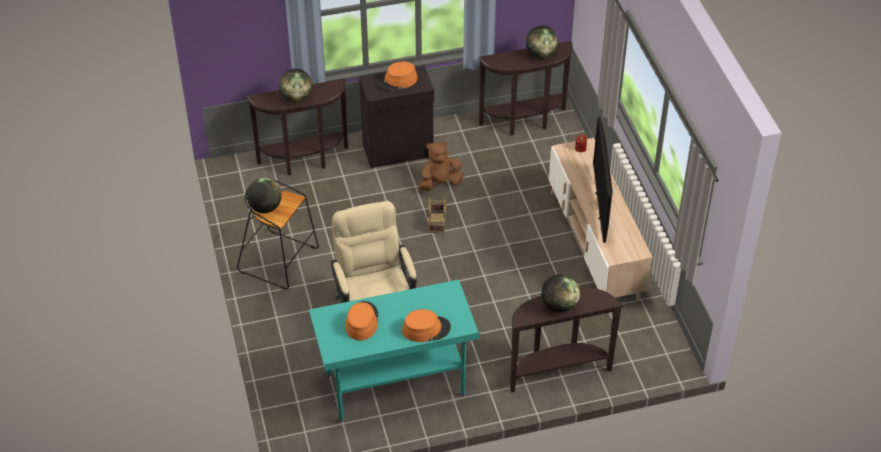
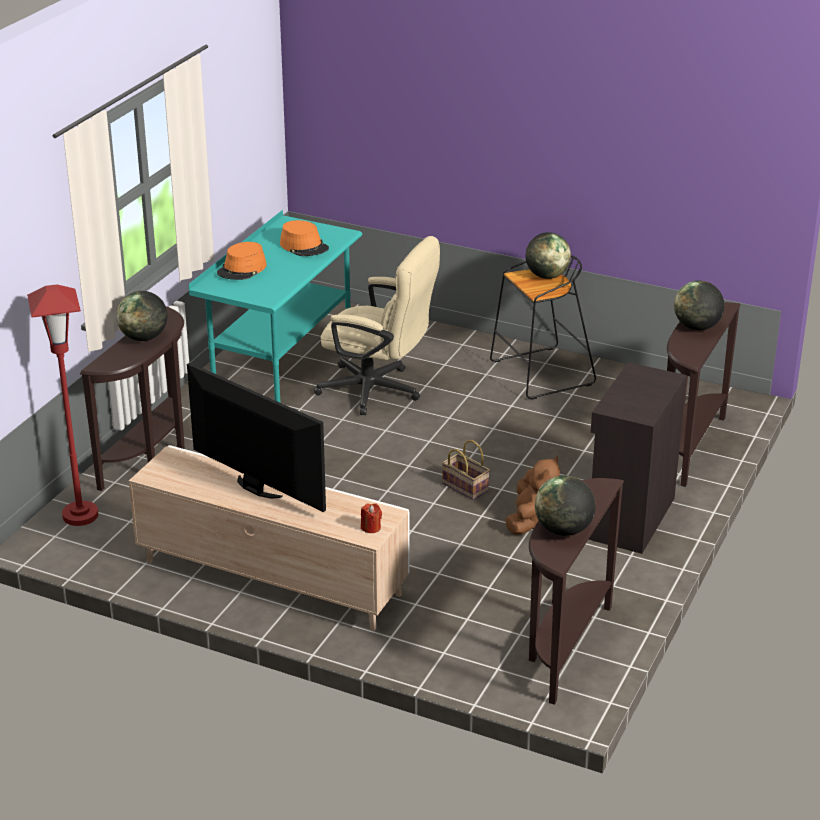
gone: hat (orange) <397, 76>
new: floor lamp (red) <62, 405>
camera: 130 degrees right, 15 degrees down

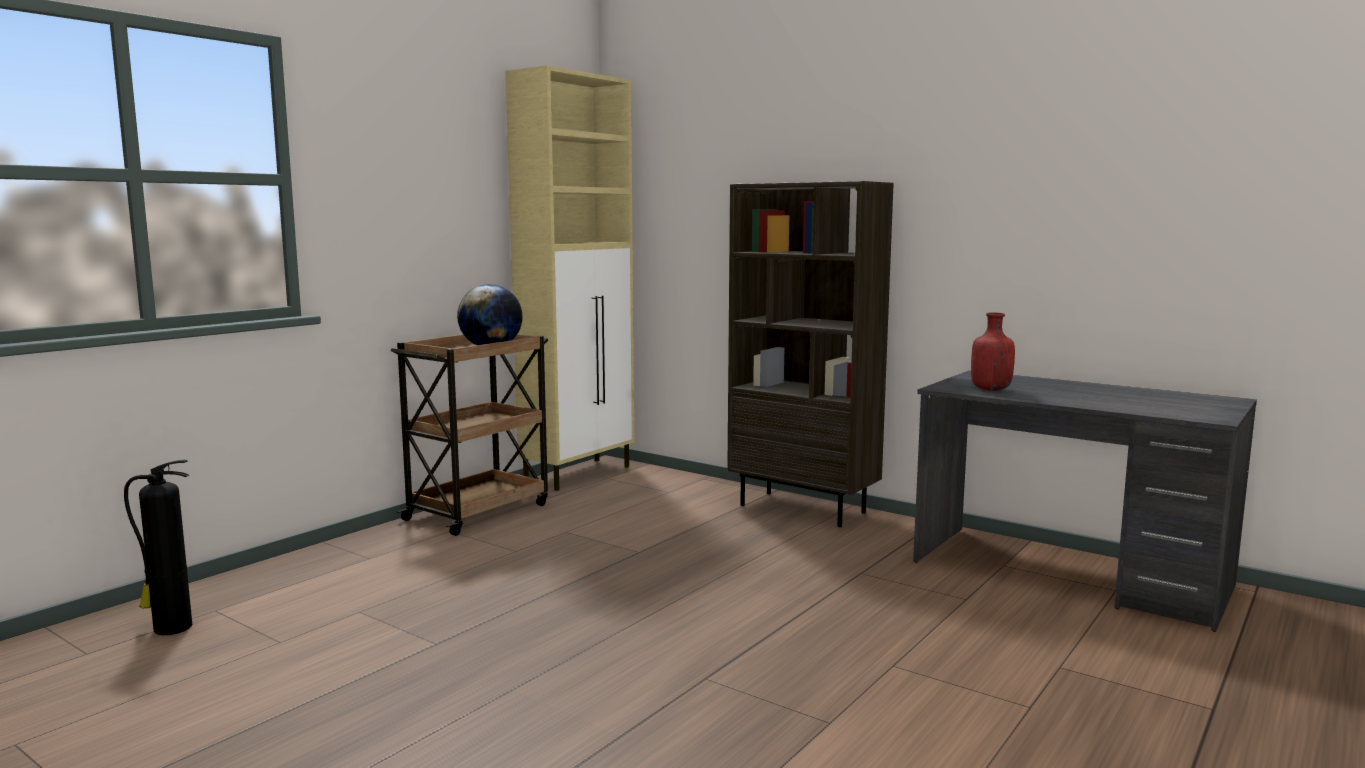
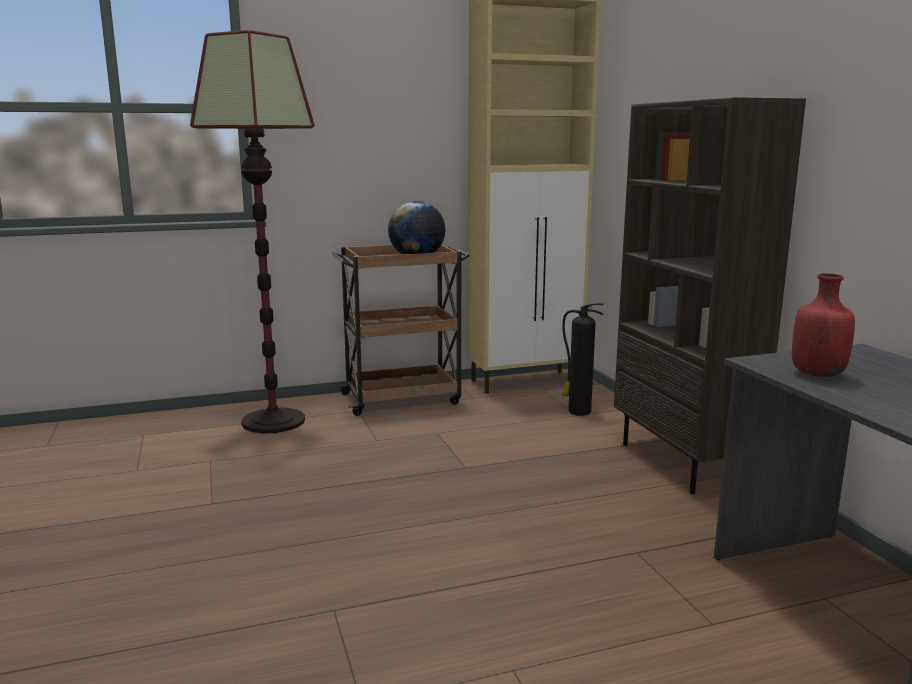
new: floor lamp <252, 232>
shifted: fire extinguisher <158, 547> to <583, 359>
camera: 35 degrees right, 5 degrees up

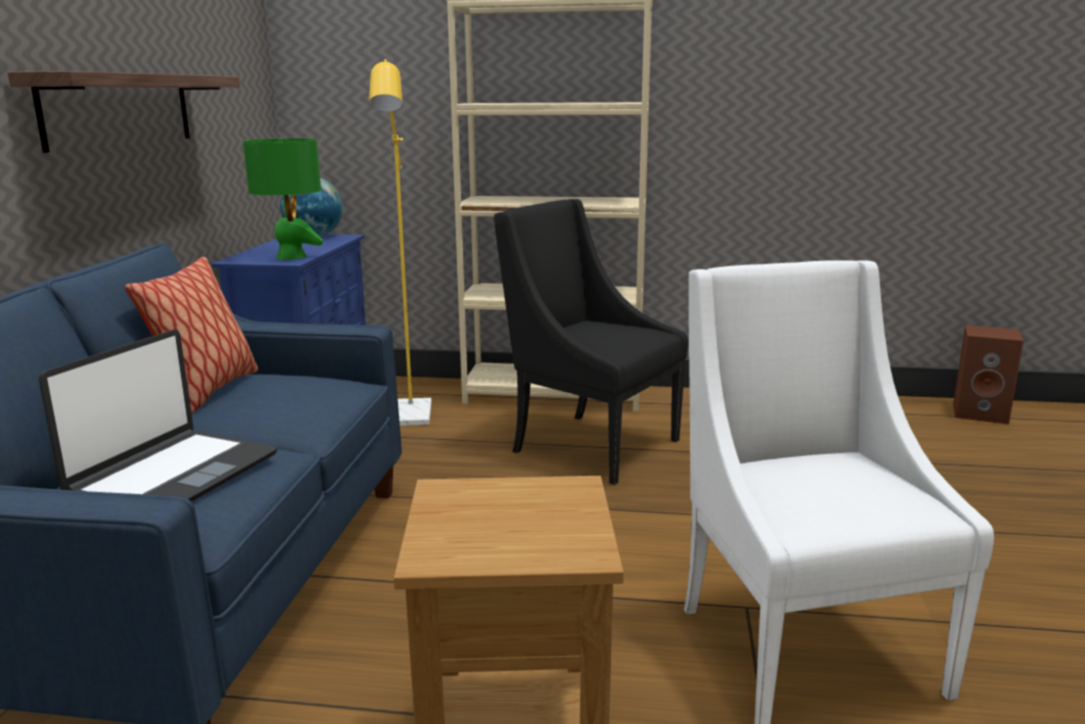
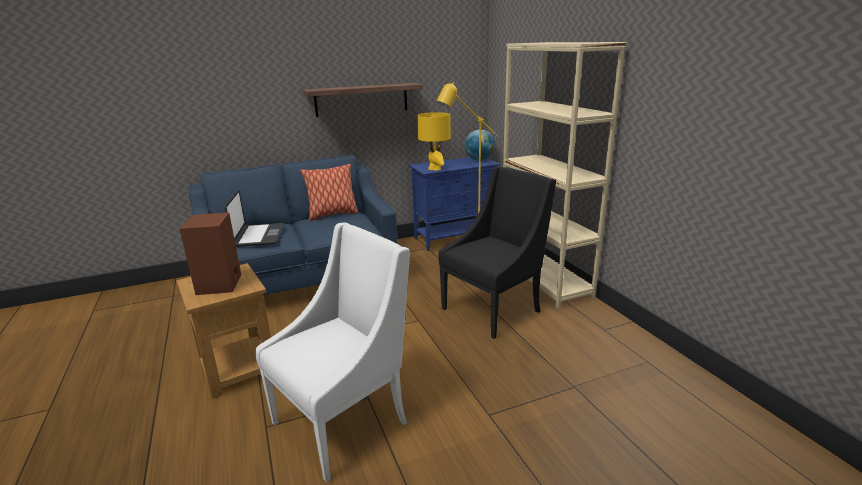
shifted: speaker (brown) <988, 375> to <210, 254>
repainted: table lamp (green) <283, 199> to table lamp (yellow) <434, 141>
rotated: armchair (black) <591, 342> = <497, 252> 45 degrees clockwise; laptop <158, 416> = <254, 218> 90 degrees counterclockwise
camera: 60 degrees right, 5 degrees up

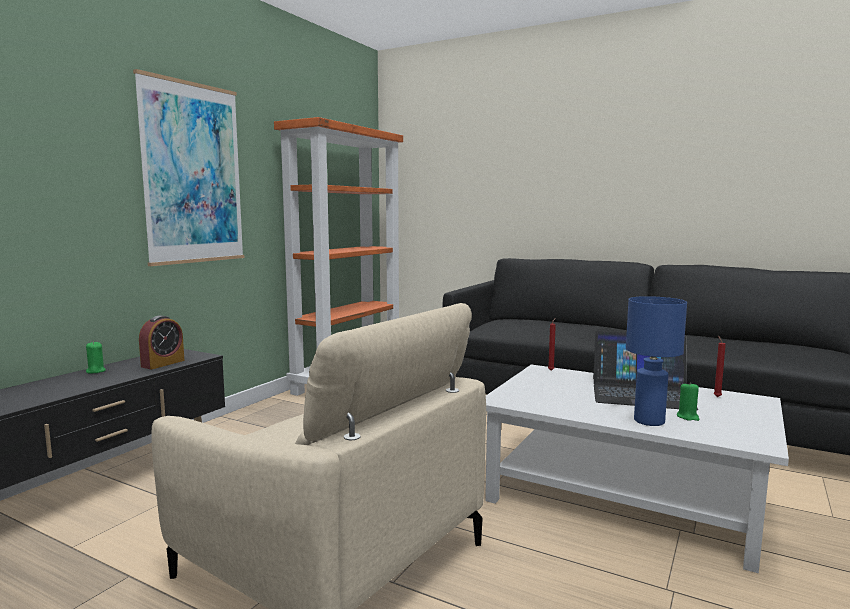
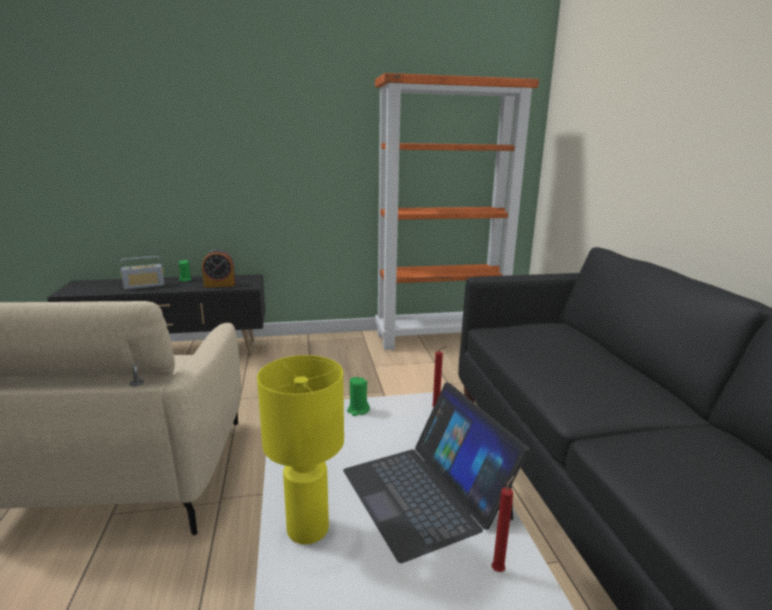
gone: picture <188, 167>
new: radio <141, 272>
shifted: candle (green) <688, 401> to <358, 396>
repainted: table lamp (blue) <656, 361> to table lamp (yellow) <300, 449>
camera: 50 degrees right, 10 degrees up

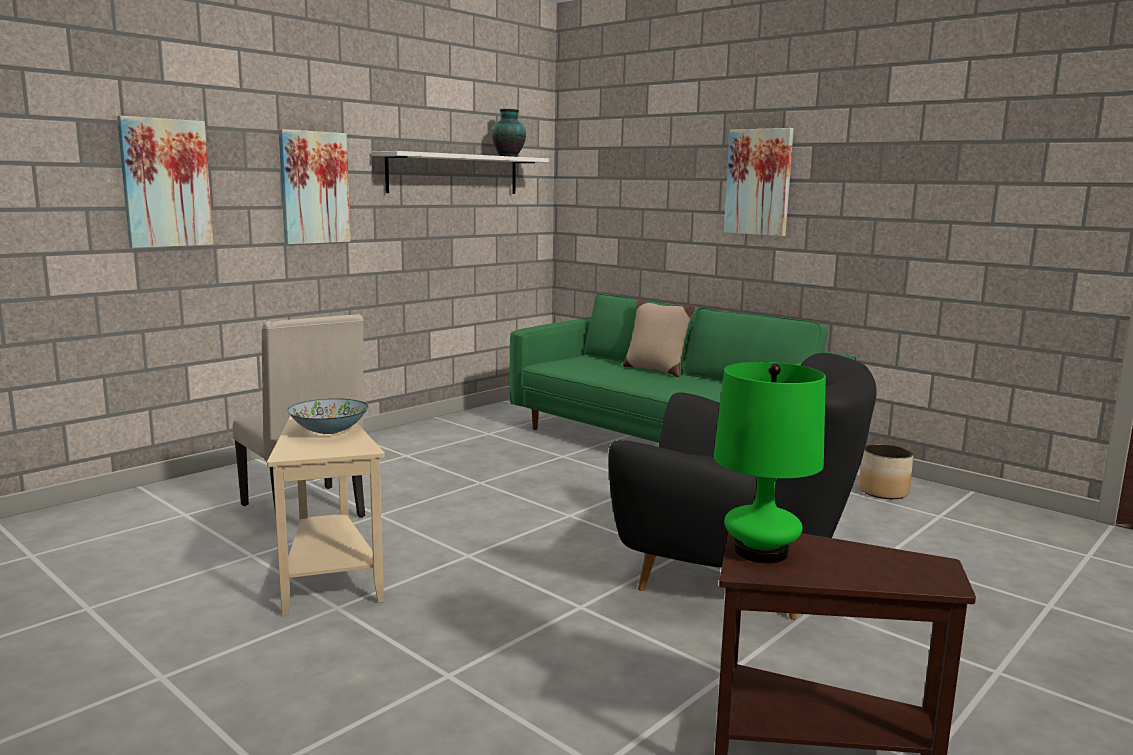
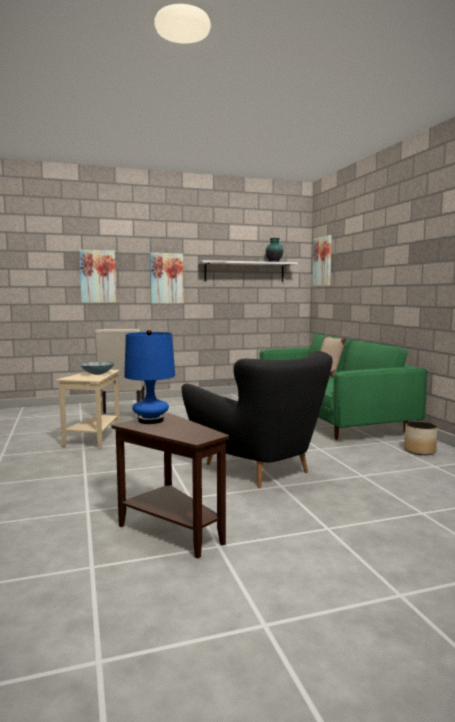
shifted: picture <759, 182> to <322, 260>
repainted: table lamp (green) <769, 462> to table lamp (blue) <149, 377>
camera: 30 degrees right, 5 degrees down

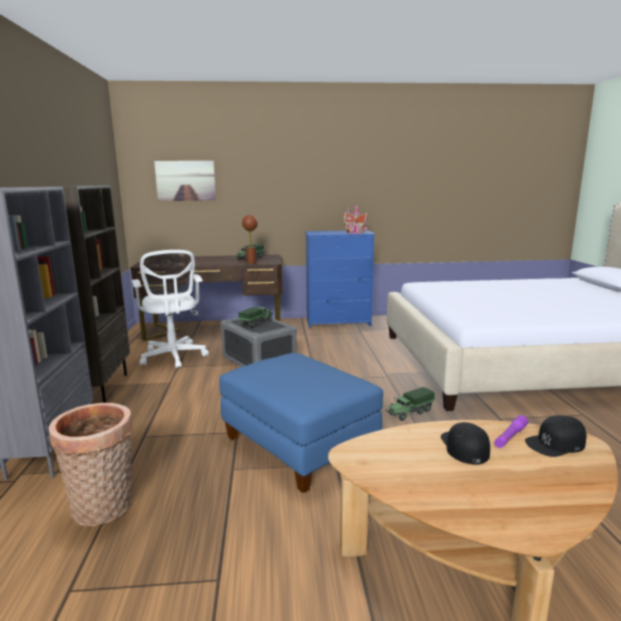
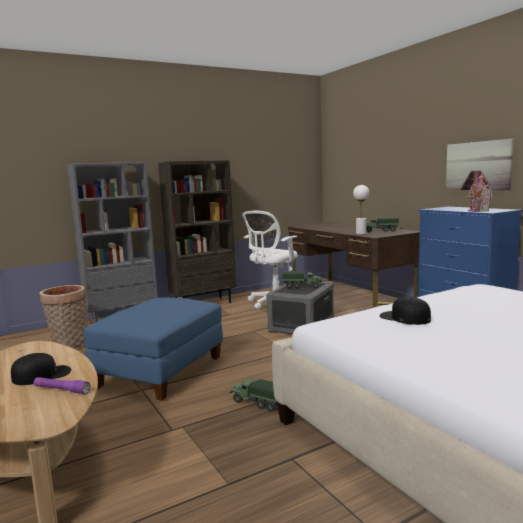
shifted: picture <185, 181> to <479, 164>; cap (black) <555, 436> to <405, 311>
repainted: table lamp (brown) <250, 239> to table lamp (white) <361, 210>
camera: 65 degrees right, 5 degrees down

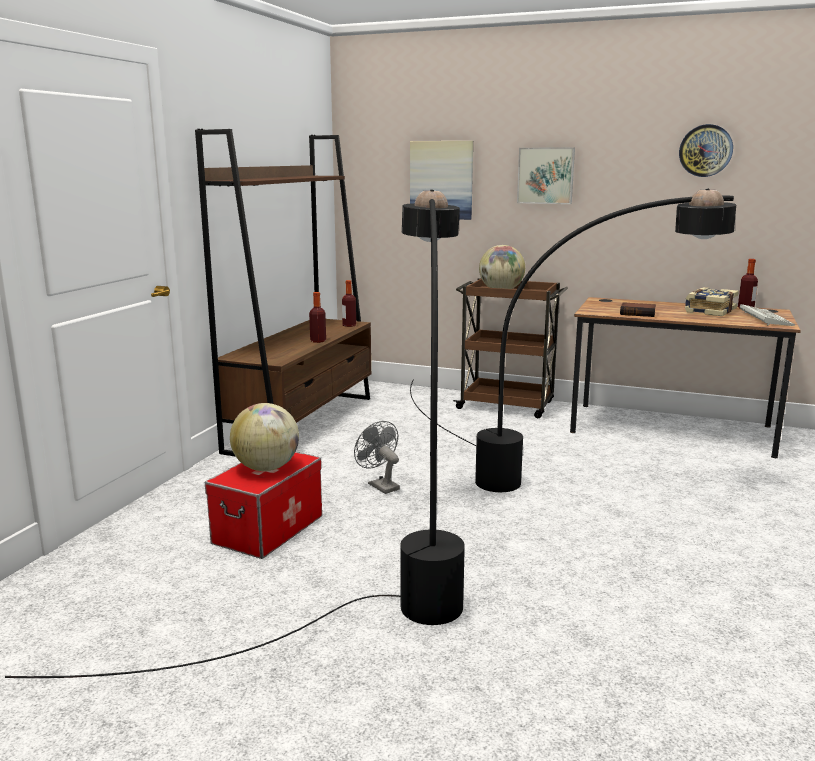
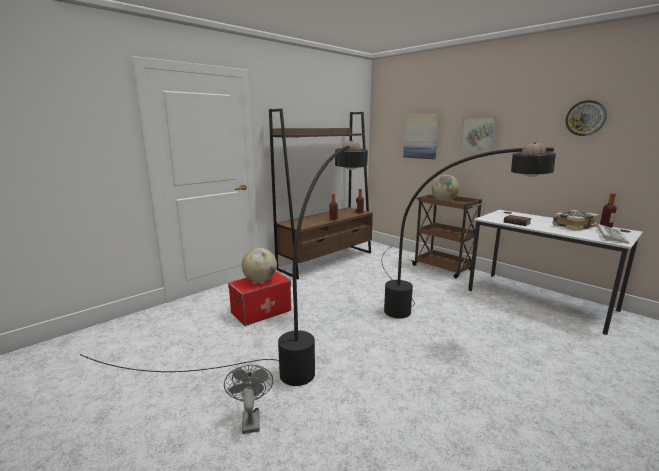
shifted: fan (grey) <377, 457> to <248, 399>
repainted: desk (brown) <685, 377> to desk (white) <555, 272>
camera: 25 degrees right, 0 degrees up

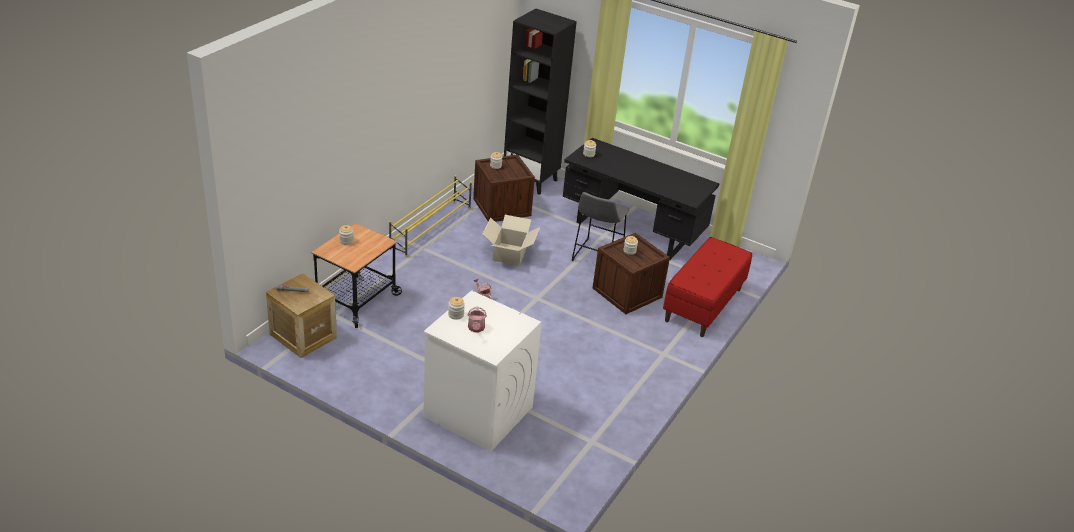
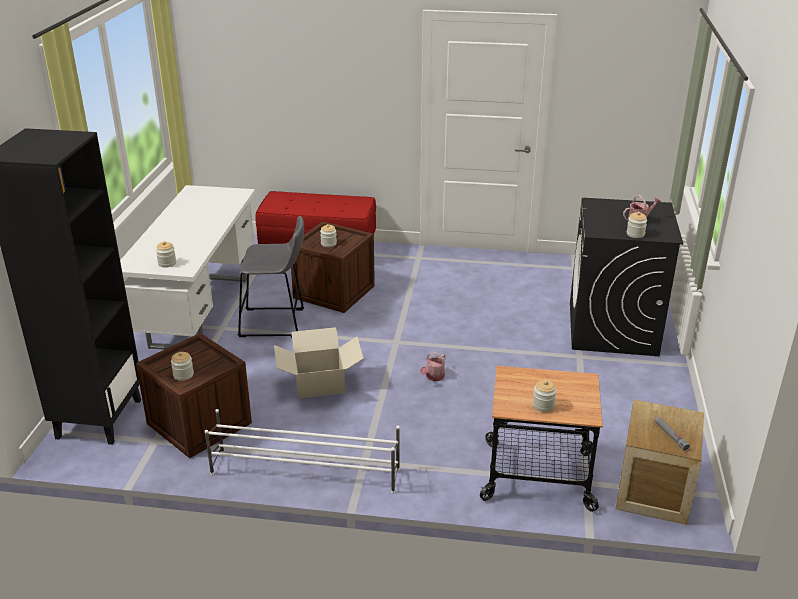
repainted: desk (black) <641, 199> to desk (white) <187, 267>; shoe rack (yellow) <430, 216> to shoe rack (white) <302, 451>; washing machine (white) <482, 371> to washing machine (black) <626, 277>
camera: 110 degrees left, 5 degrees down

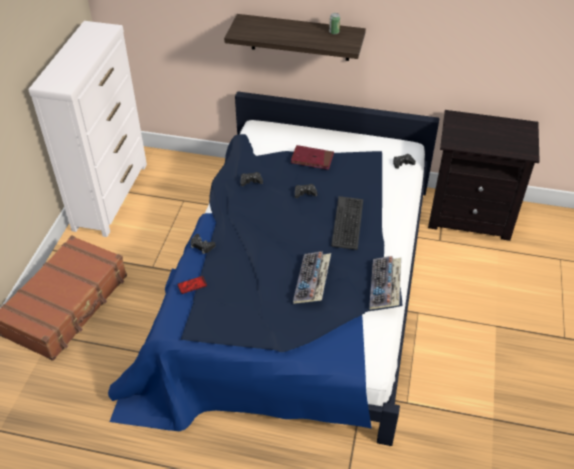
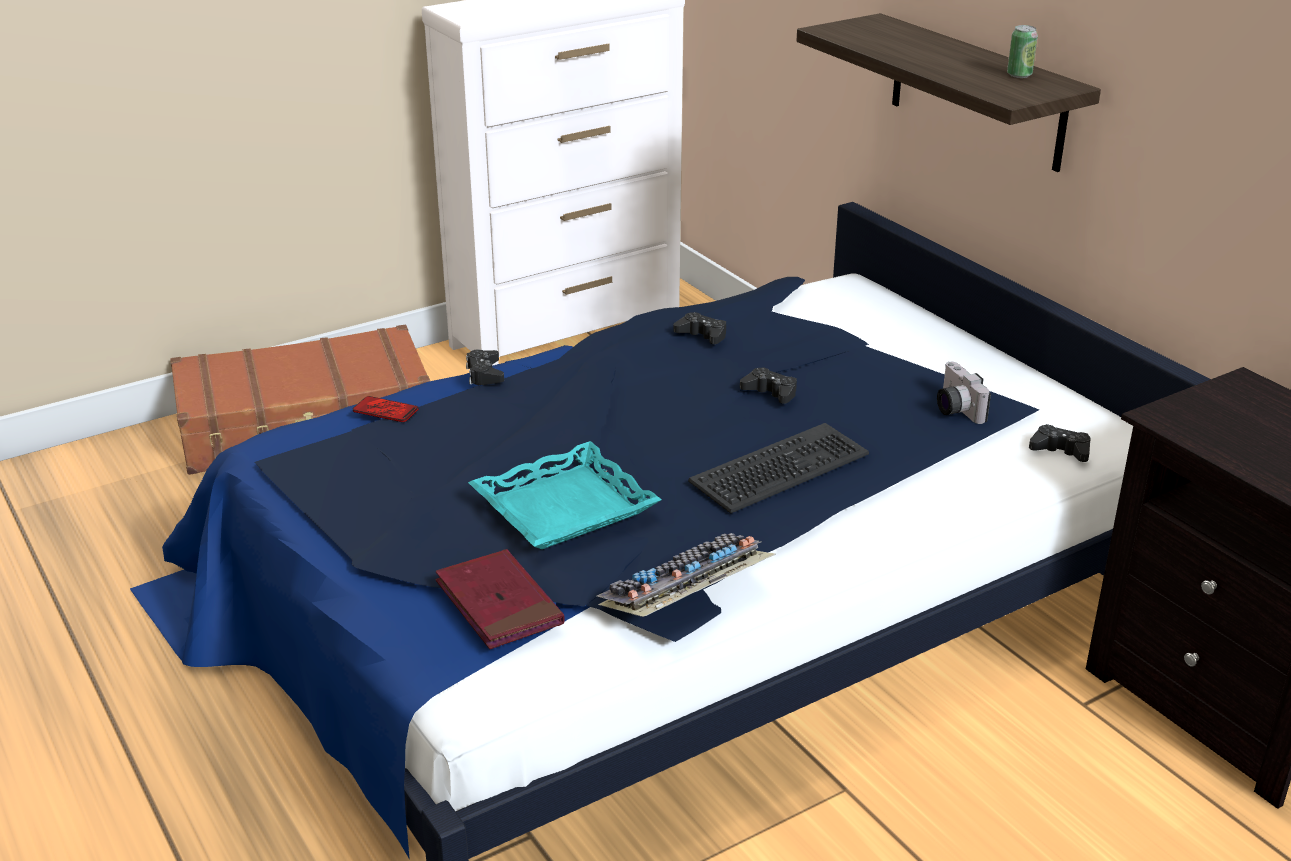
new: photo camera <964, 393>
shifted: book (red) <312, 157> to <500, 599>
swapped: keyboard <312, 277> to tray (turquoise) <565, 495>
camera: 45 degrees right, 15 degrees down

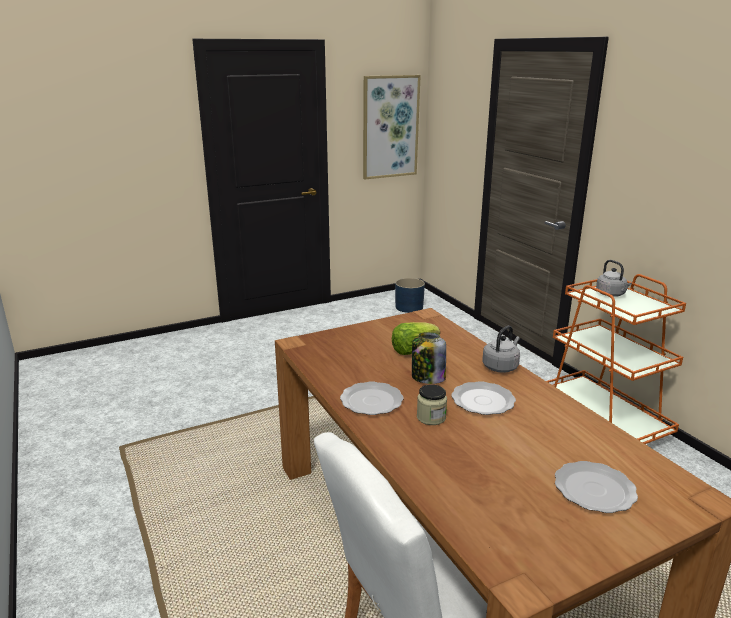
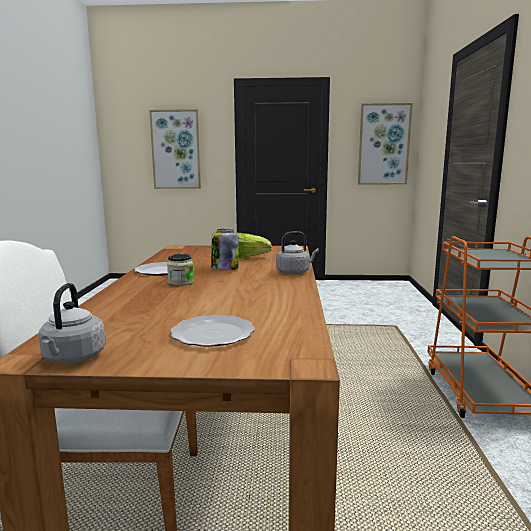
gone: planter (blue) <410, 295>; plate <483, 398>
new: picture <175, 149>
shifted: kettle (grey) <614, 278> to <72, 323>
camera: 30 degrees right, 10 degrees down

